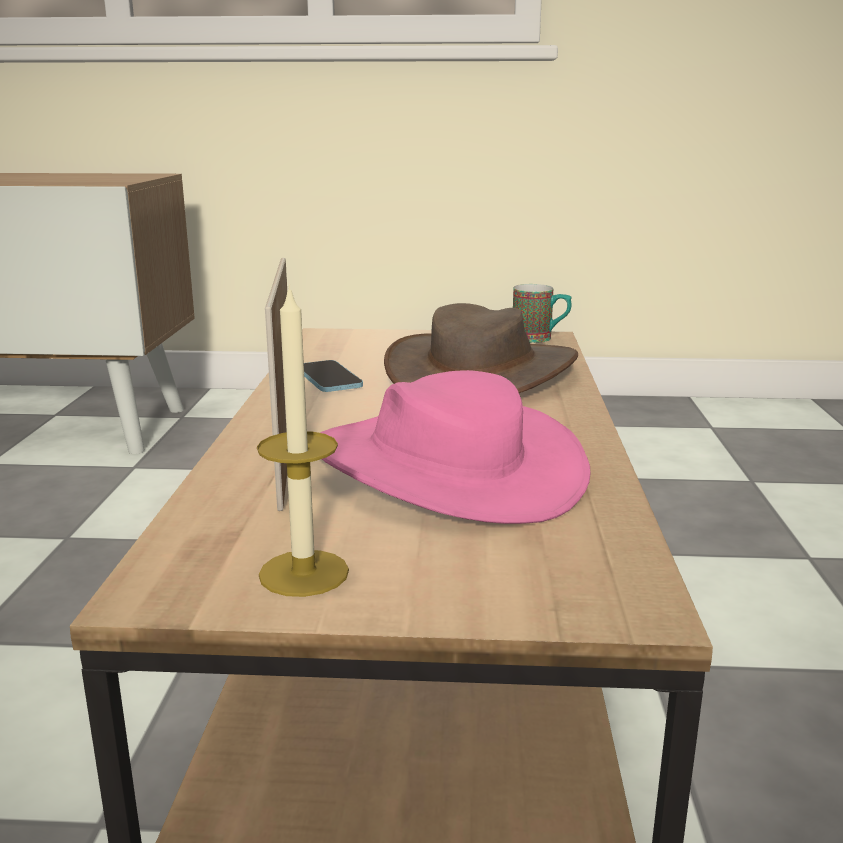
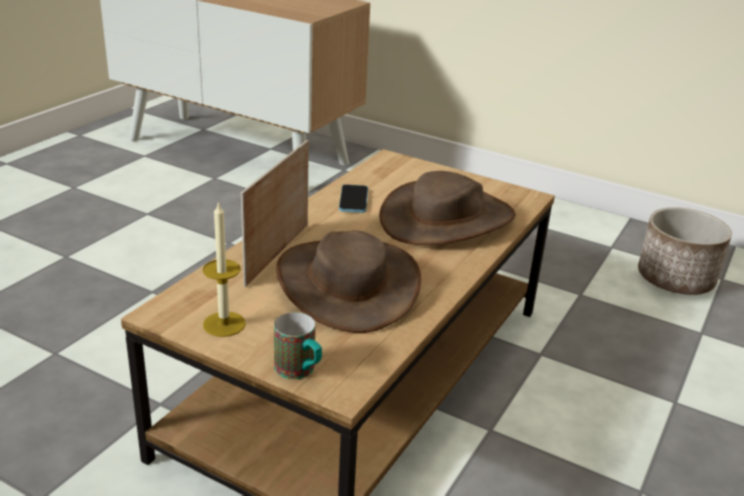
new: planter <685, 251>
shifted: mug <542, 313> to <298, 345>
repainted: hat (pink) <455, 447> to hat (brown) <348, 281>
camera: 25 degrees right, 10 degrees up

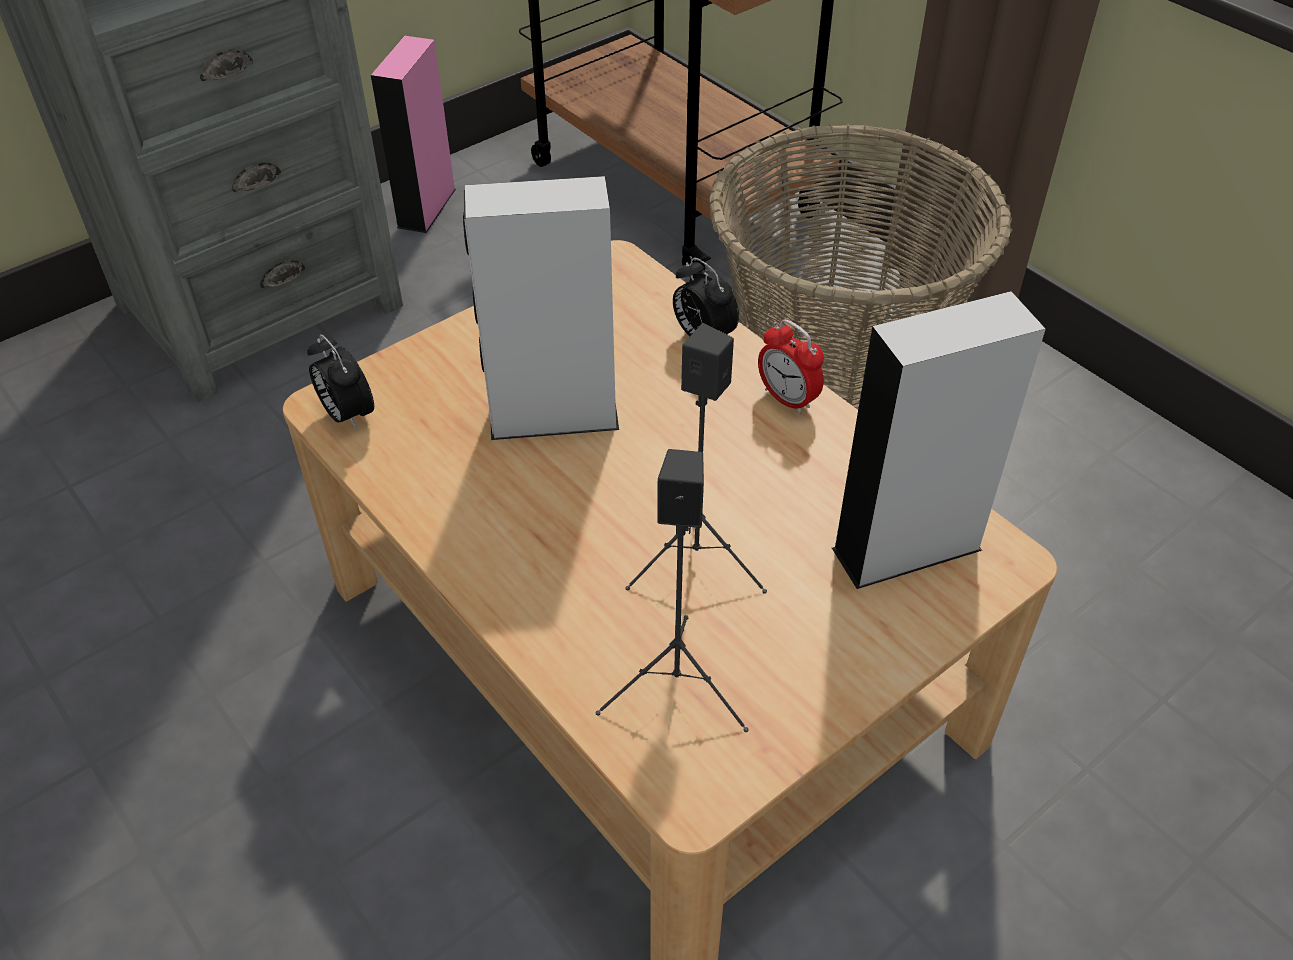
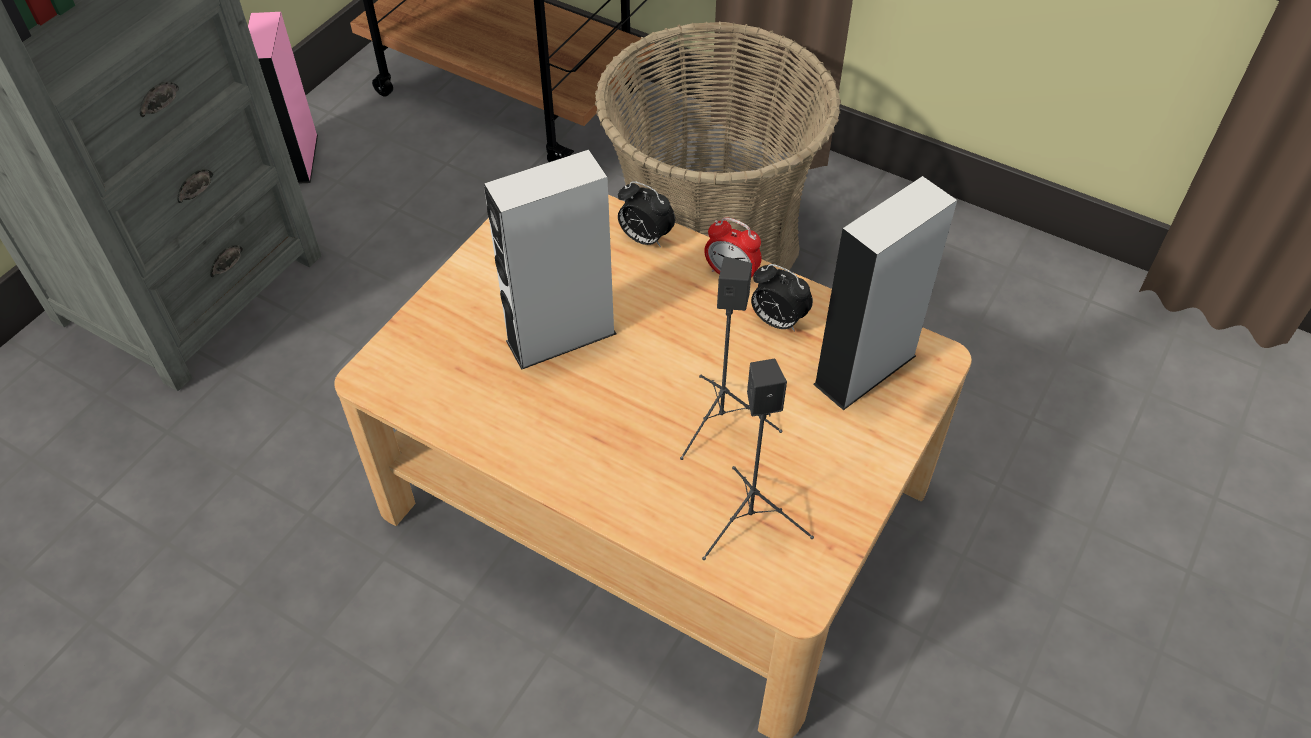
shifted: alarm clock <340, 382> to <782, 298>
camera: 20 degrees left, 5 degrees up

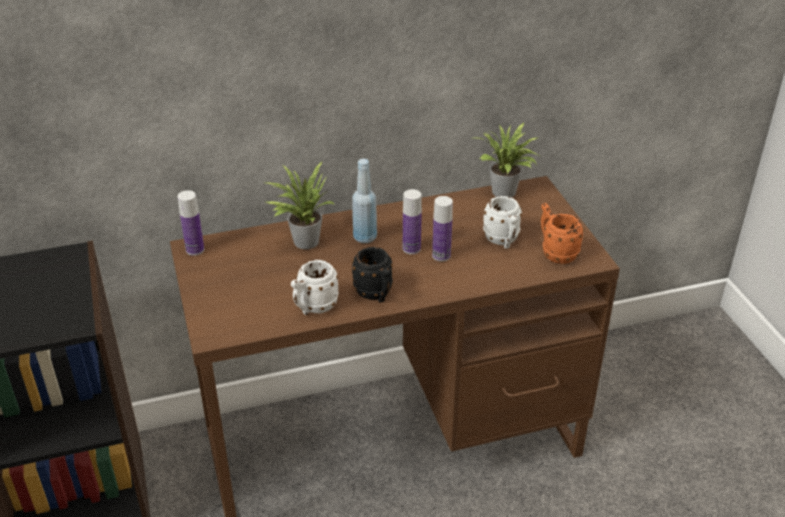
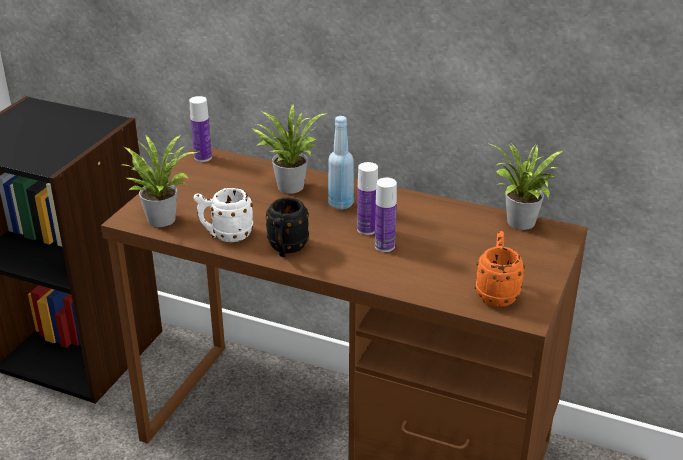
gone: mug (white) <502, 222>
new: potted plant <161, 181>
camera: 40 degrees right, 5 degrees down

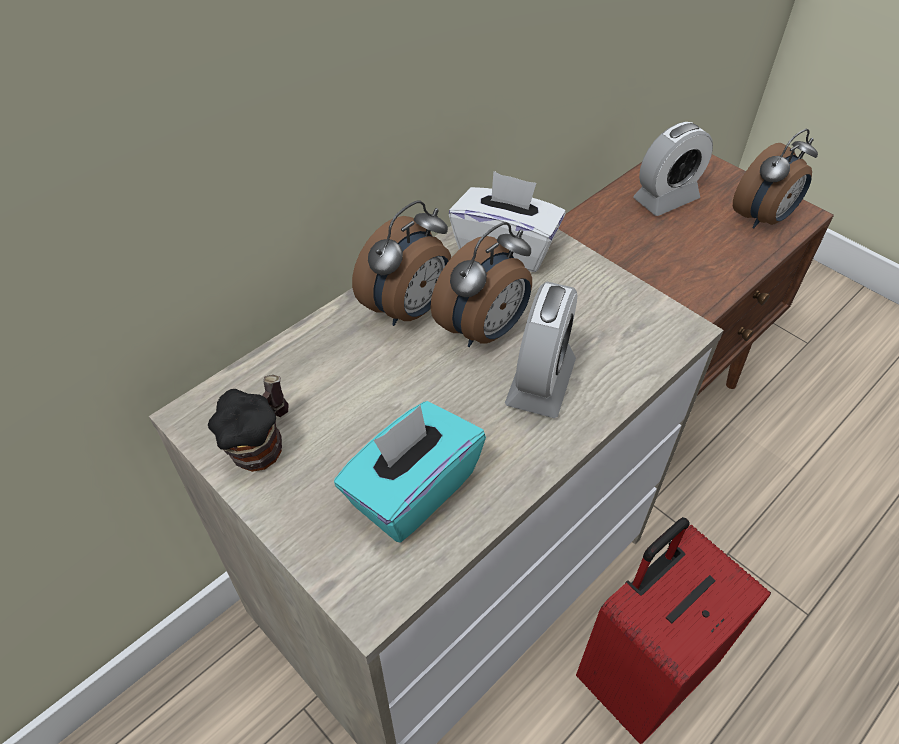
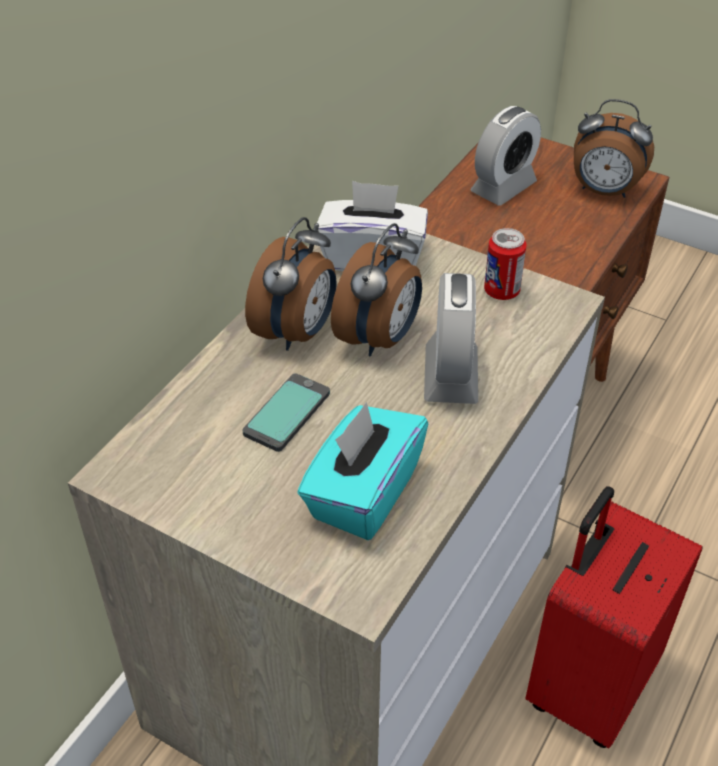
gone: mug <248, 423>
new: can <505, 264>; phone <286, 412>
rotated: alarm clock <775, 179> = <614, 148> 75 degrees clockwise
camera: 15 degrees left, 5 degrees down

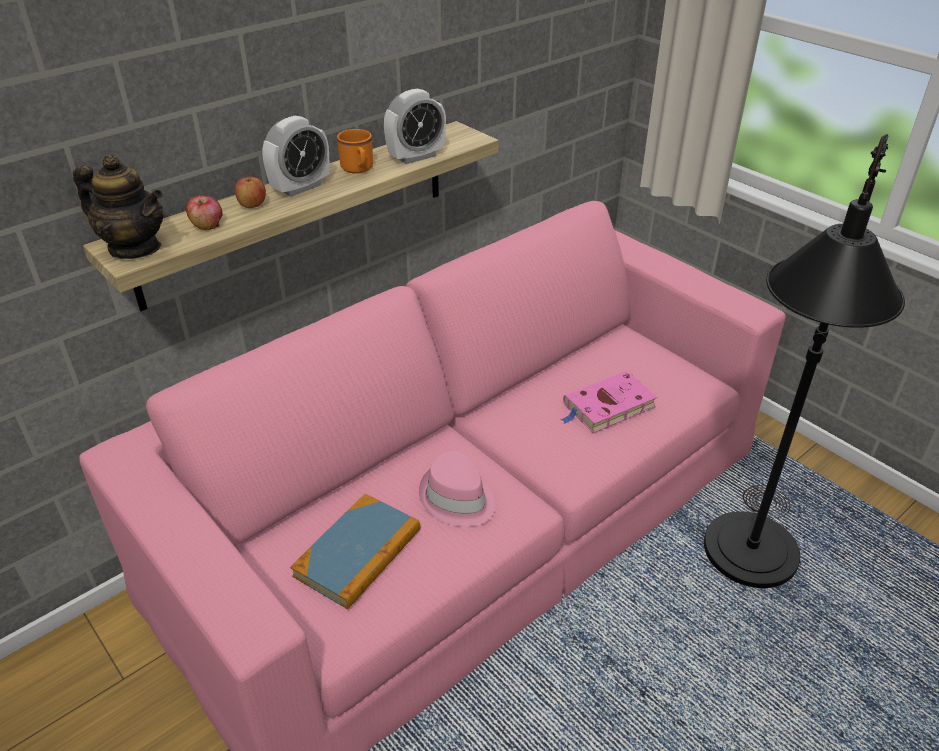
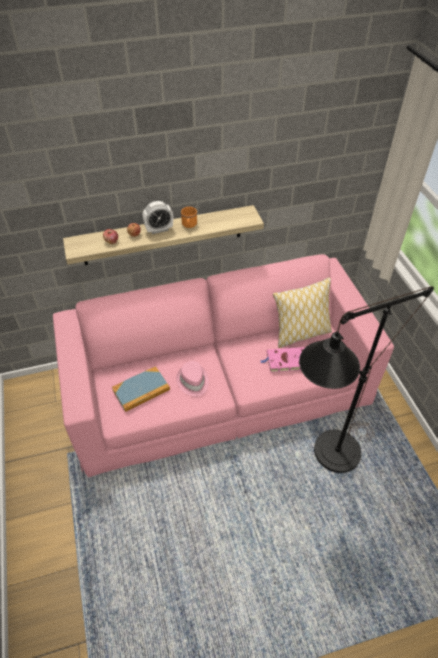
gone: alarm clock <415, 126>; teapot <118, 206>
new: pillow <302, 312>
camera: 25 degrees right, 10 degrees up

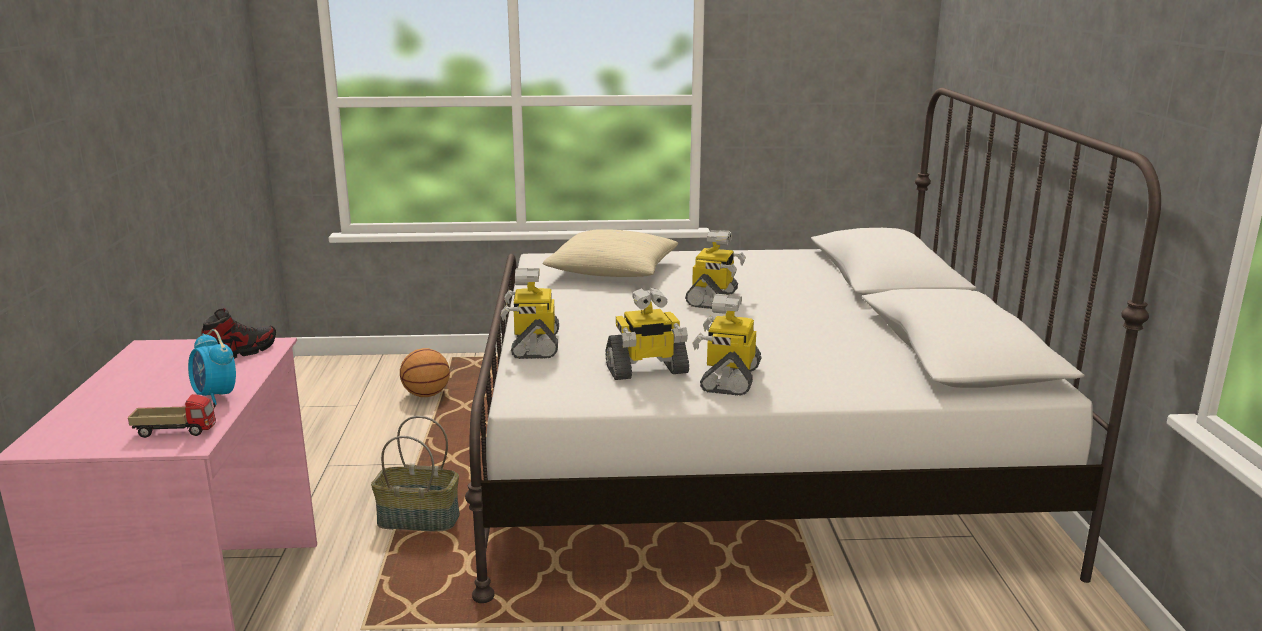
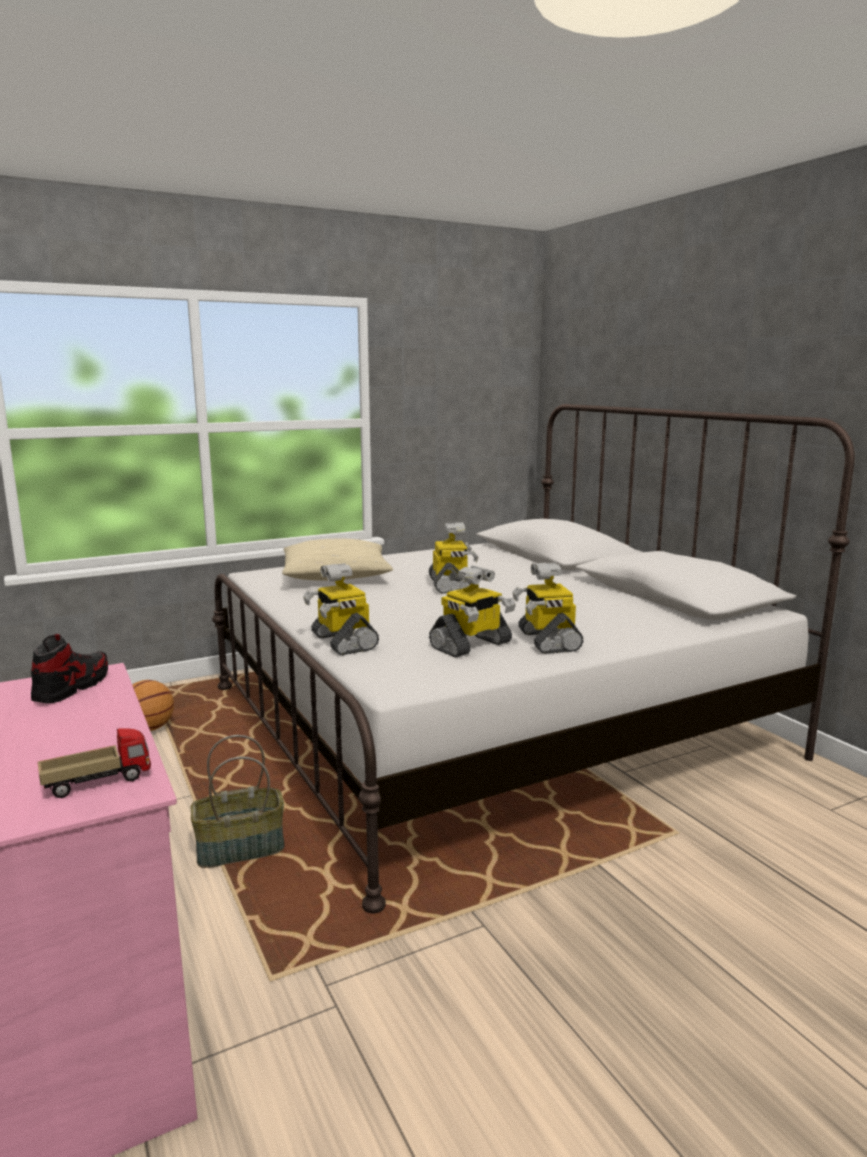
gone: alarm clock <212, 367>
camera: 25 degrees left, 5 degrees down

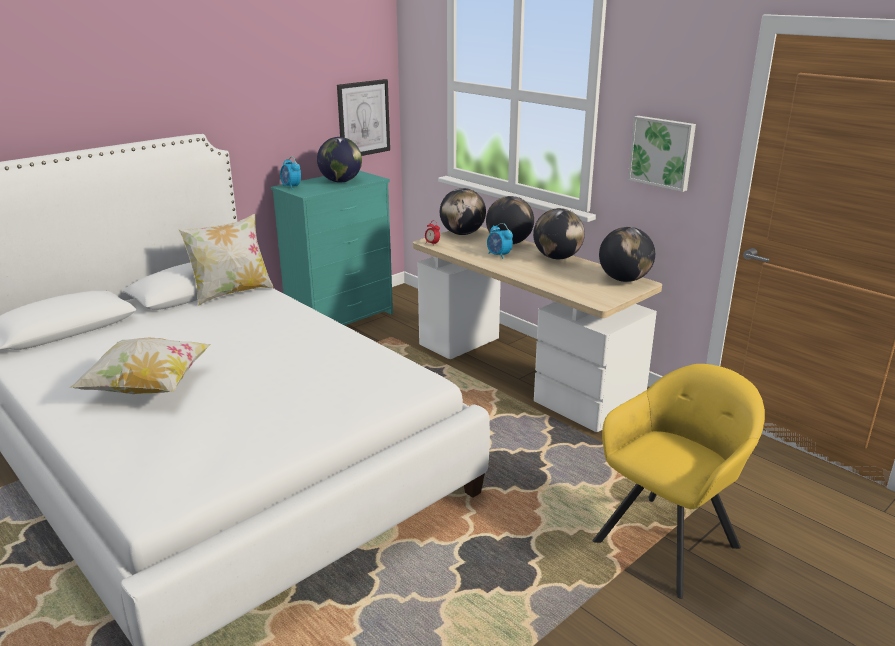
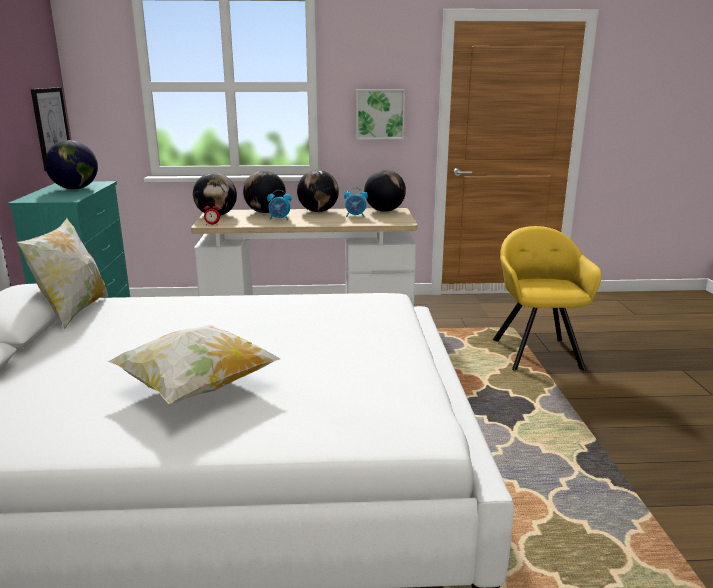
shifted: alarm clock <290, 173> to <356, 202>
camera: 50 degrees left, 5 degrees down

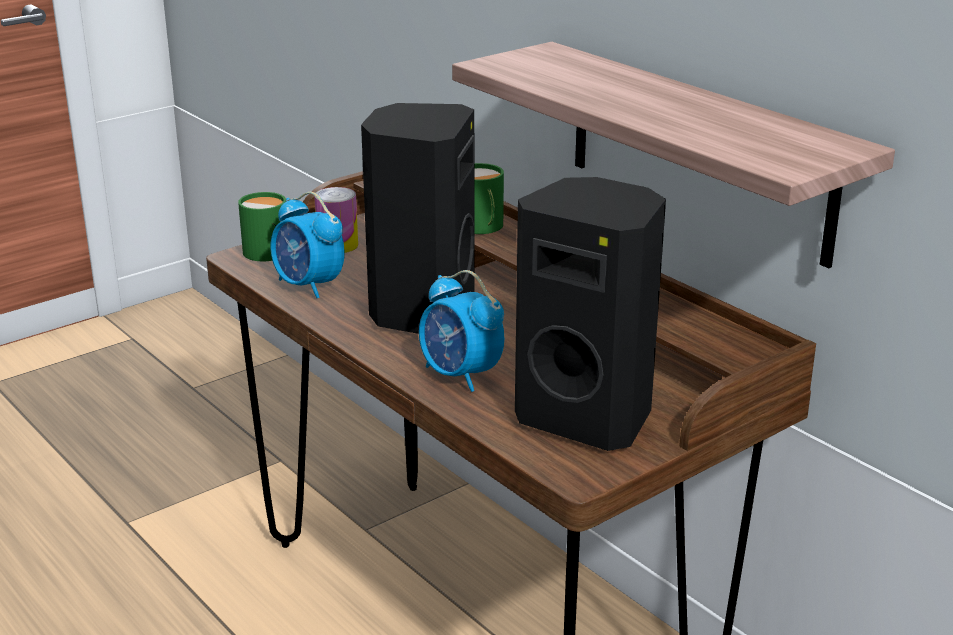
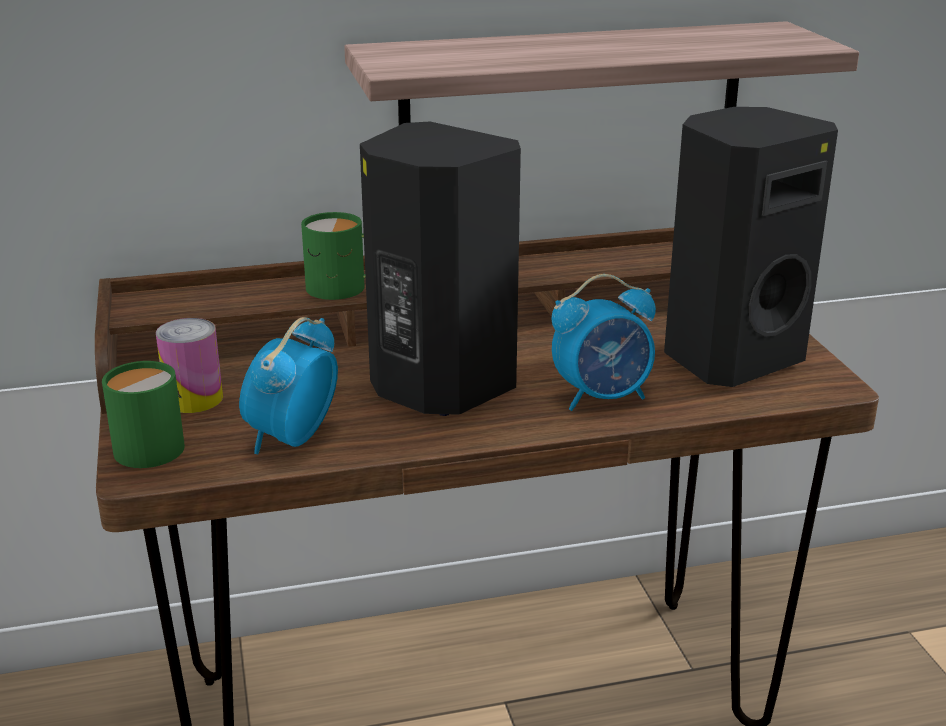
rotated: alarm clock <308, 245> = <288, 385> 135 degrees clockwise
camera: 65 degrees left, 0 degrees up

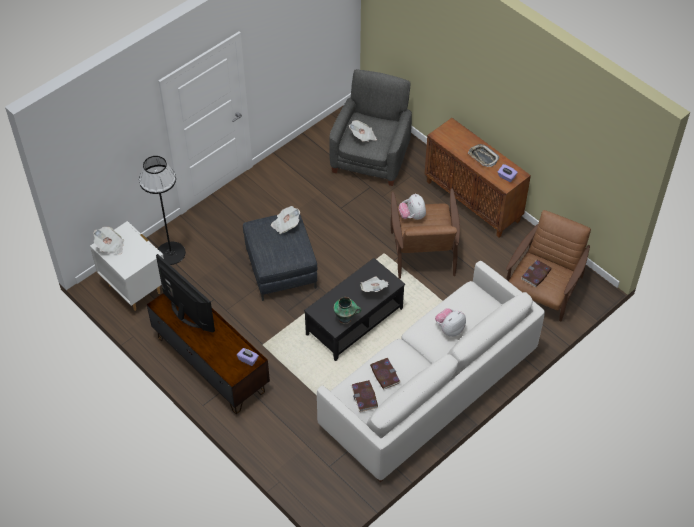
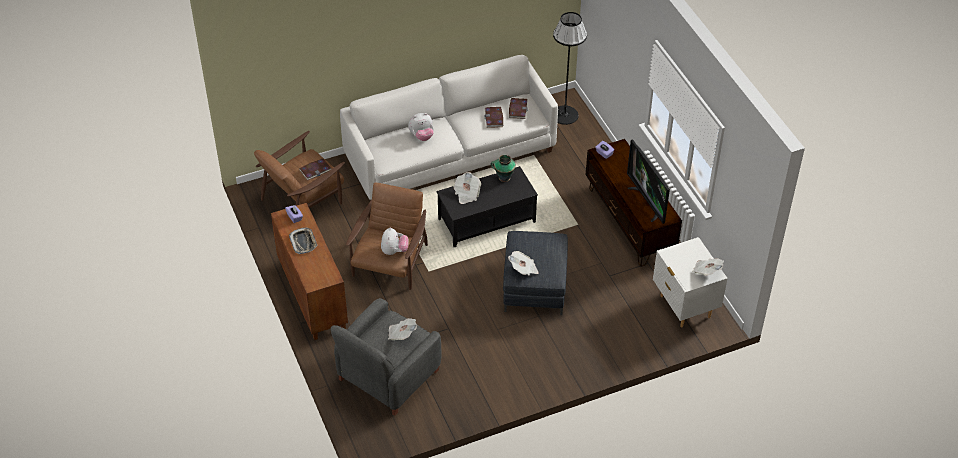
shifted: floor lamp (black) <162, 210> to <570, 68>
camera: 160 degrees left, 5 degrees down

